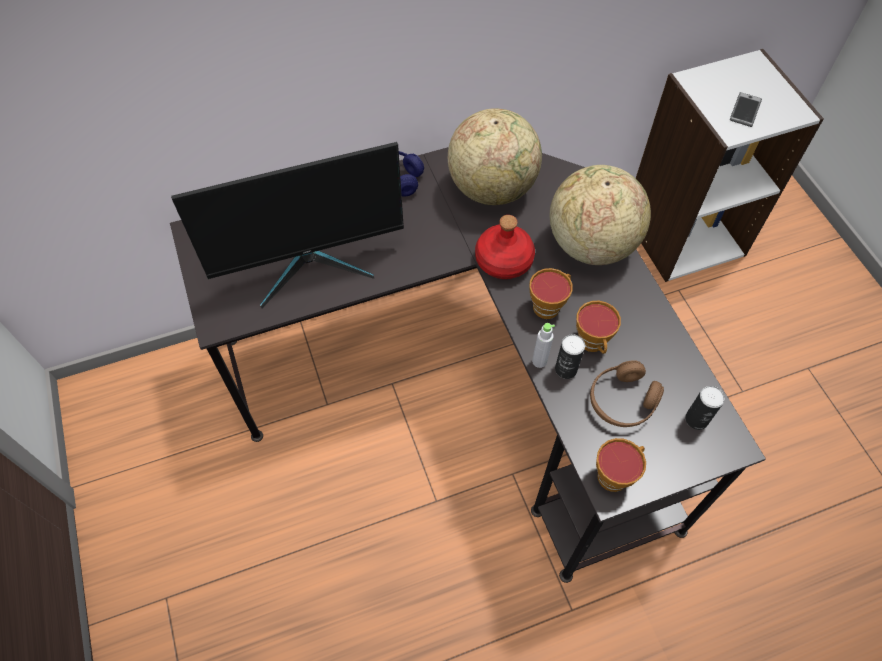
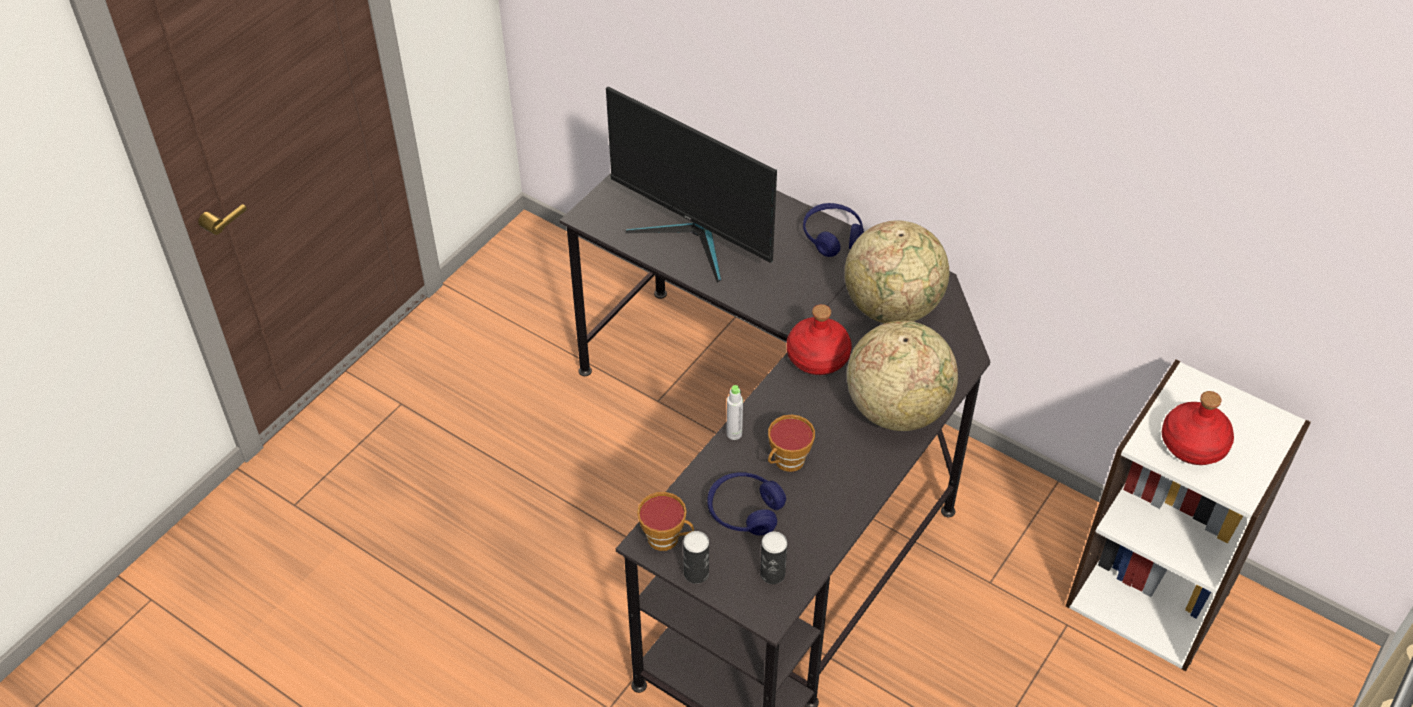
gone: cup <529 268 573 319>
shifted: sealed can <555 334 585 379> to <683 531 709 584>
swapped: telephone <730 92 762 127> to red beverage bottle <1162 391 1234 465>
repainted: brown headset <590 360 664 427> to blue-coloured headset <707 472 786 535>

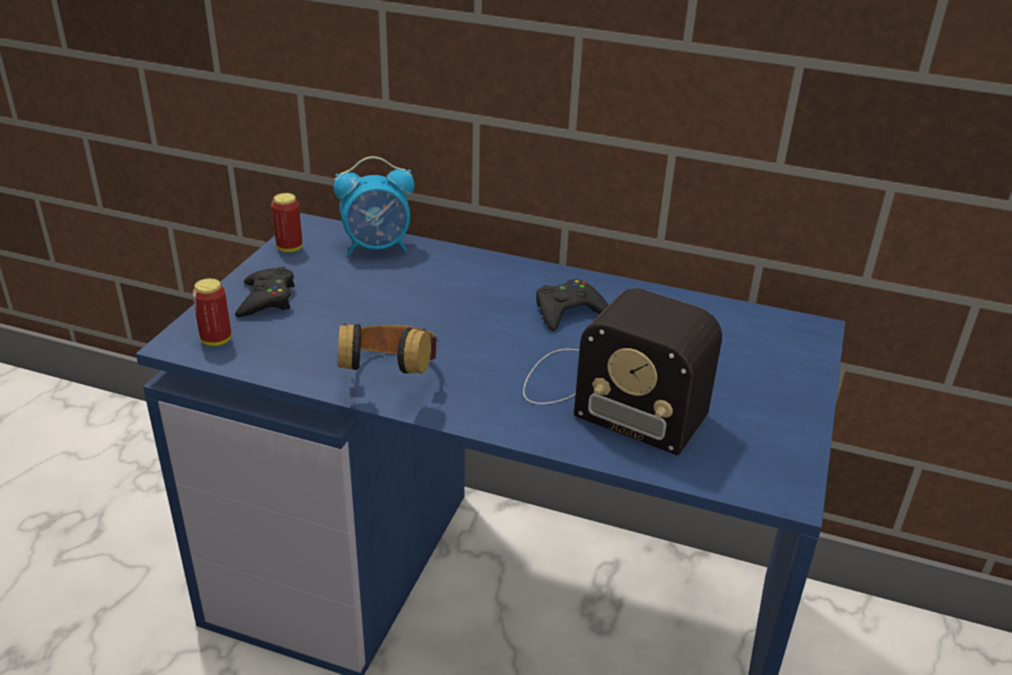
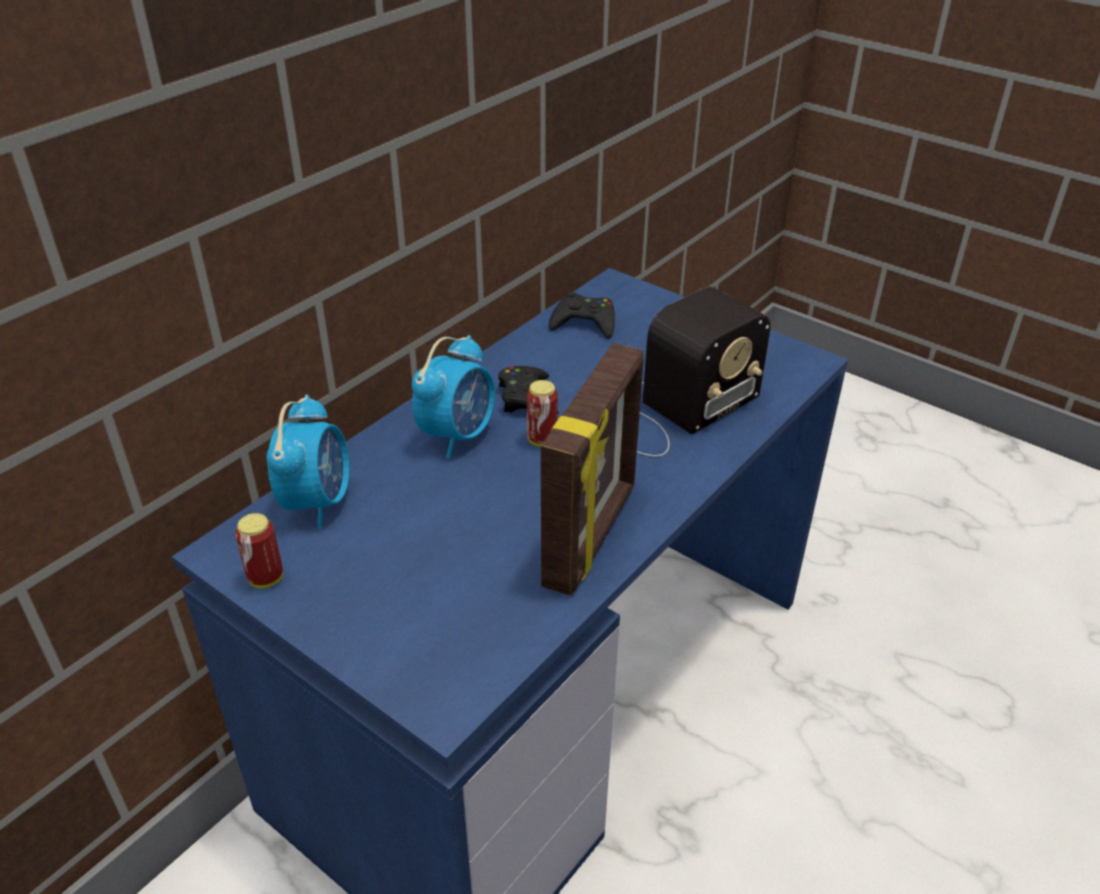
new: alarm clock <412 335 495 458>
shifted: sealed can <192 278 231 346> to <527 380 558 447>; black game controller <235 266 295 317> to <549 292 615 339>
swapped: headset <338 323 439 374> to standing frame <541 343 644 596>

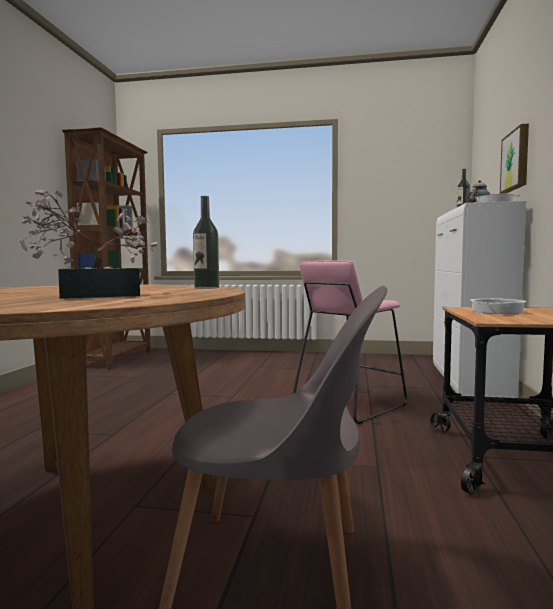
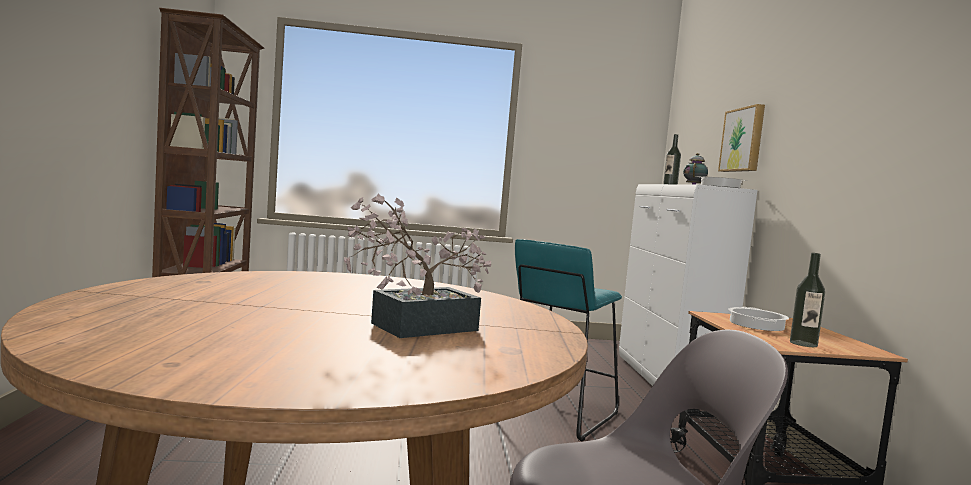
shifted: beverage bottle <193 196 219 289> to <790 253 825 347>
repainted: pink sitting stool <293 260 407 424> to turquoise-coloured sitting stool <515 239 622 442>

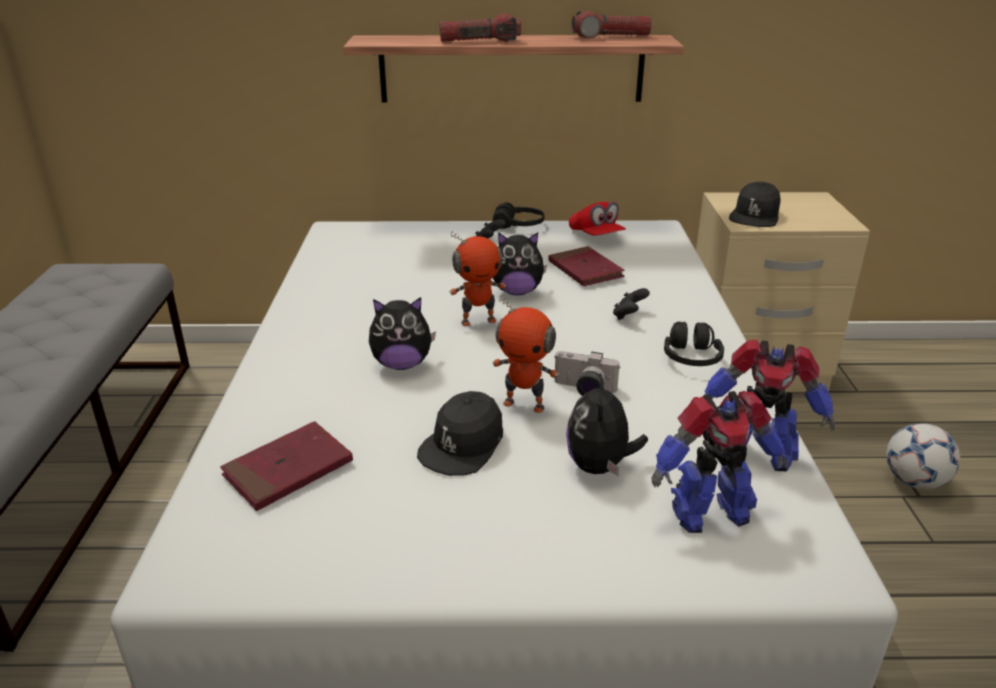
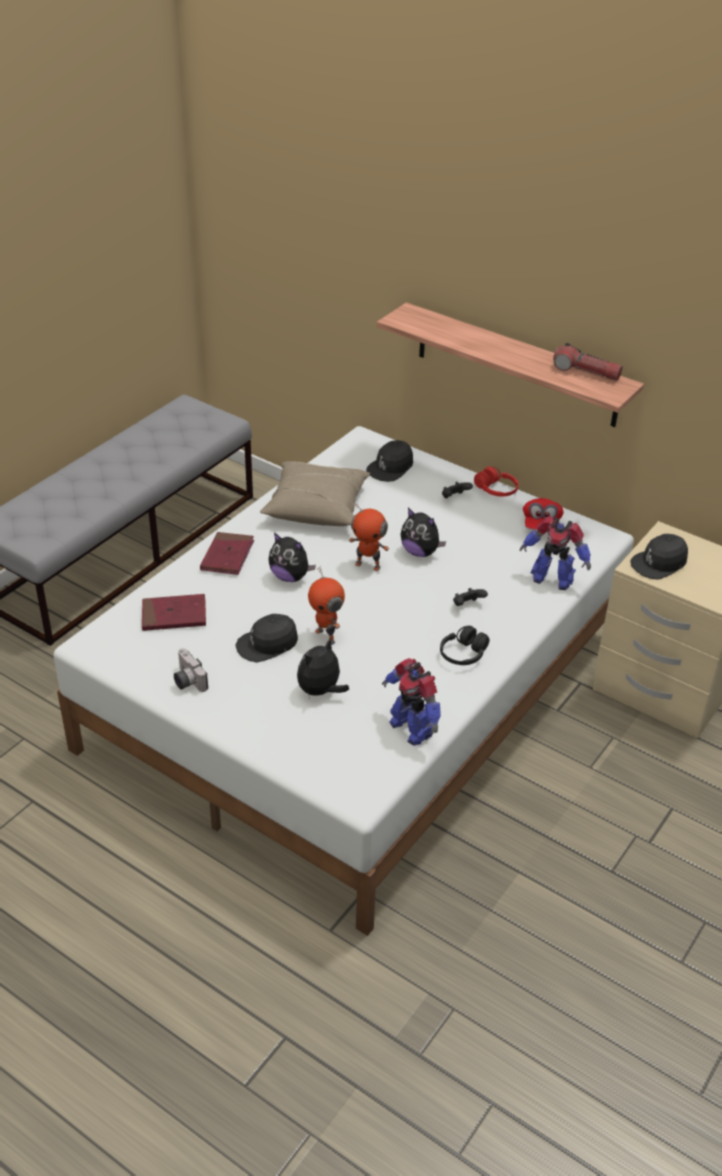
gone: torch <439 13 521 42>; ball for football <886 423 960 489>
new: sand-coloured pillow <260 461 370 526>; black baseball cap <366 440 413 482>
shifted: still camera <554 351 620 396> to <174 648 208 692>; red book <548 246 625 286> to <200 532 254 575>; robot figure <652 391 789 533> to <520 516 591 590>
repainted: black headset <493 203 545 229> to red headset <474 466 519 496>

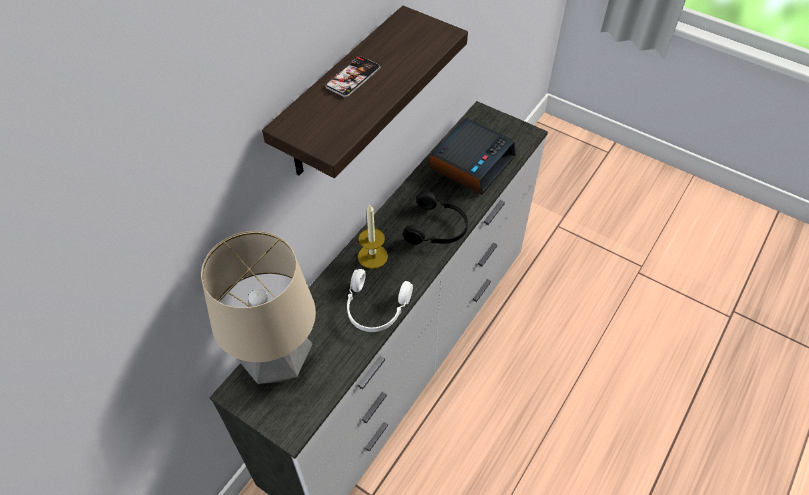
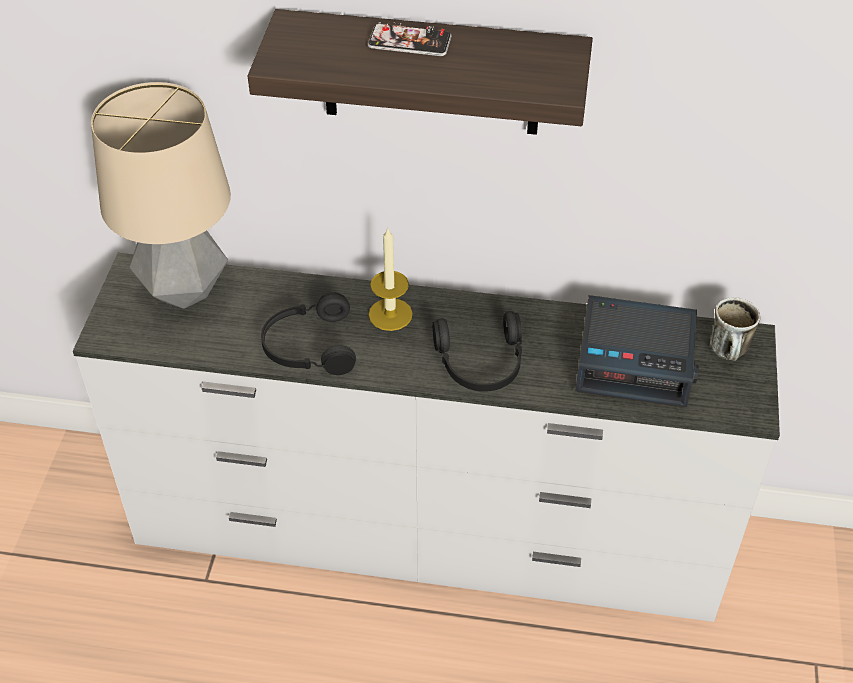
new: coffee mug <710 297 761 361>
repainted: white headset <347 269 413 332> to black headset <261 293 356 375>

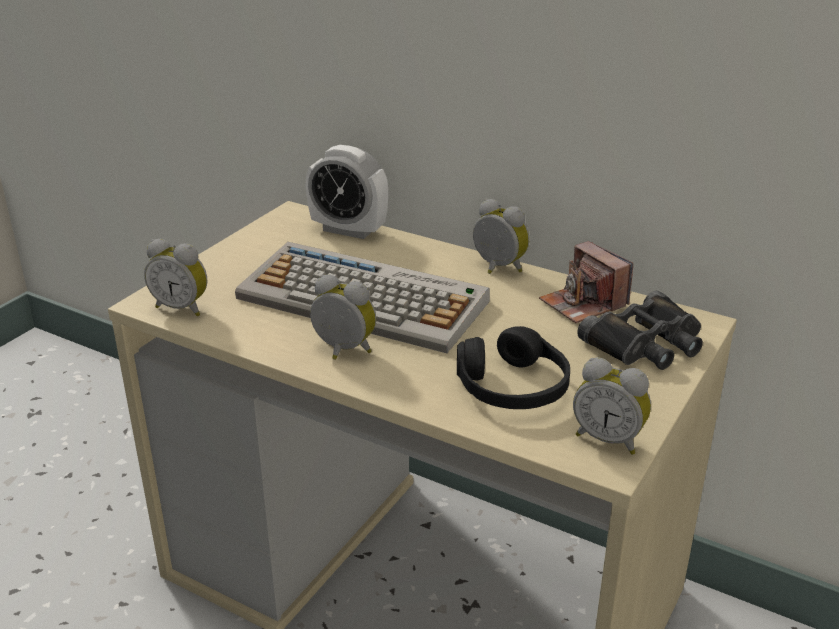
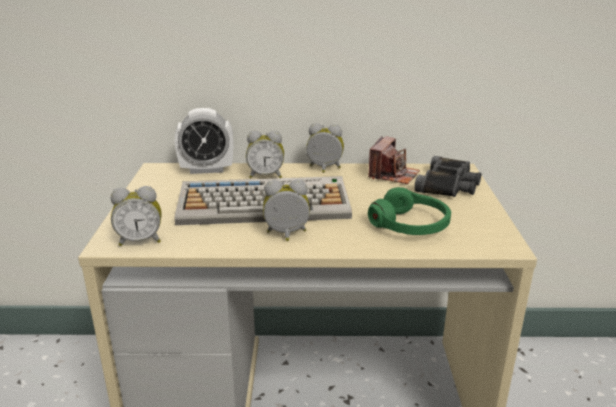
shifted: alarm clock <573 357 651 455> to <246 131 284 178>
repainted: black headset <457 326 570 409> to greenish headset <368 187 451 235>
rotated: still camera <539 241 633 323> = <368 136 420 184> 90 degrees counterclockwise

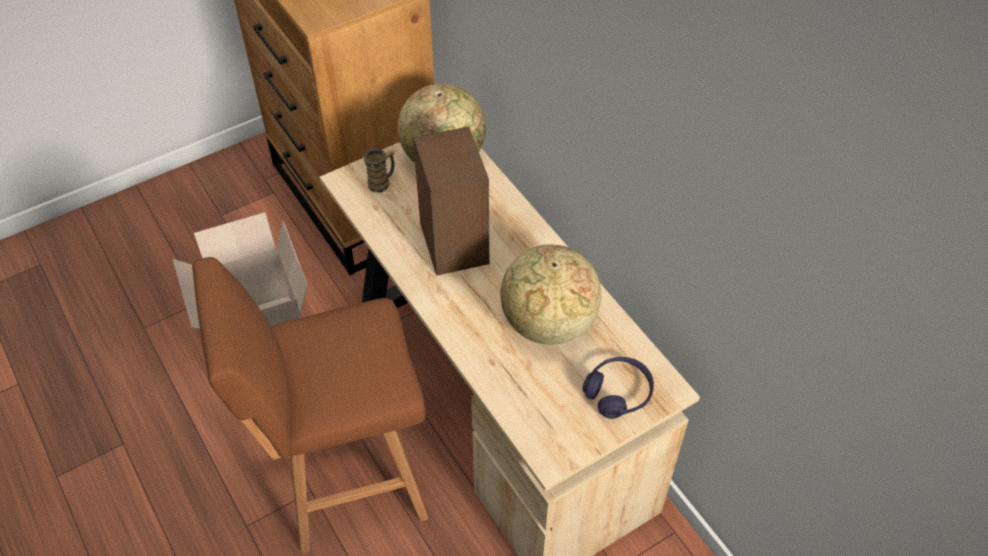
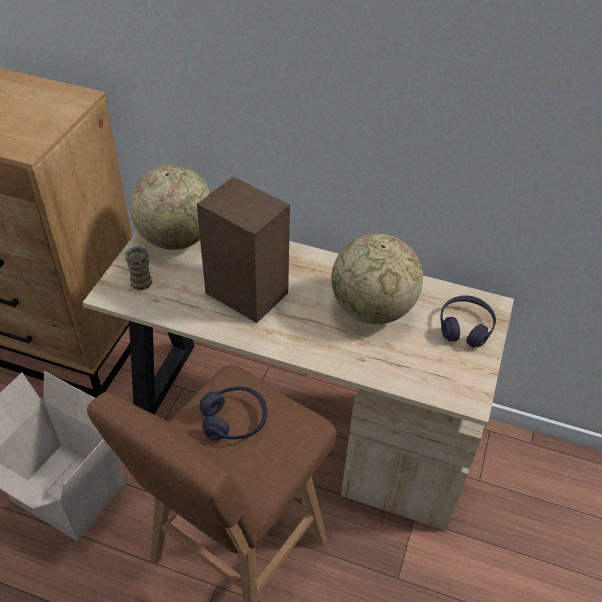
new: purple headset <200 386 267 440>

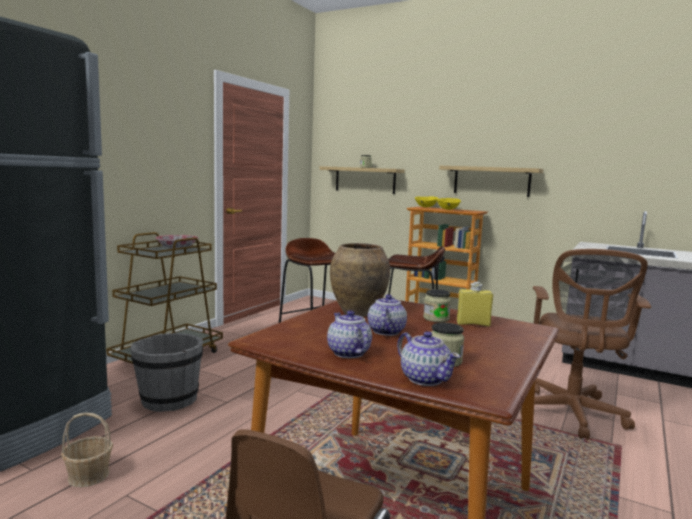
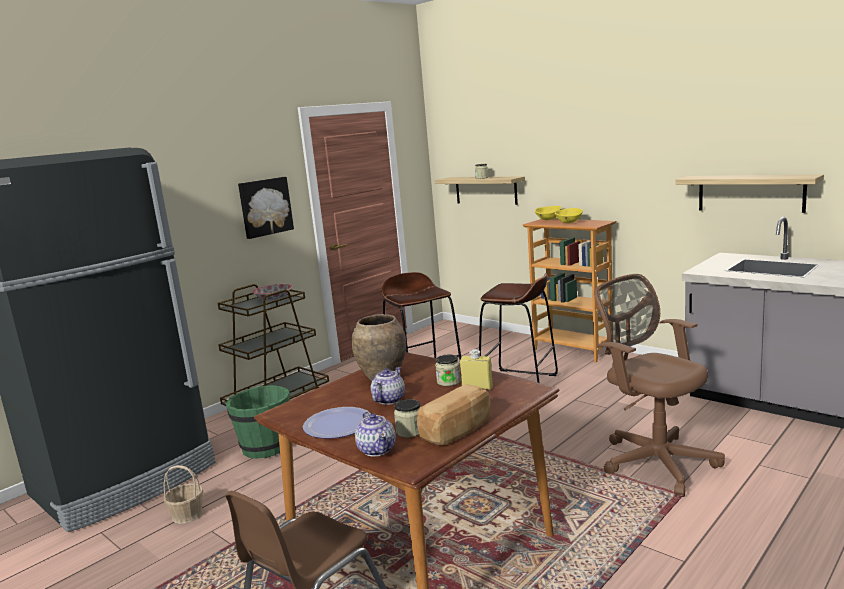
new: wall picture <238 177 294 239>; bakery bread <417 384 491 445>
shifted: bracket shelf <439 166 543 197> to <676 175 824 213>
swapped: pot for tea <327 310 372 358> to flat dish <303 407 371 439>
repainted: grey pail <130 333 203 412> to greenish pail <226 385 290 459>
rotated: brown office chair <521 249 651 440> = <594 274 725 497> 120 degrees clockwise

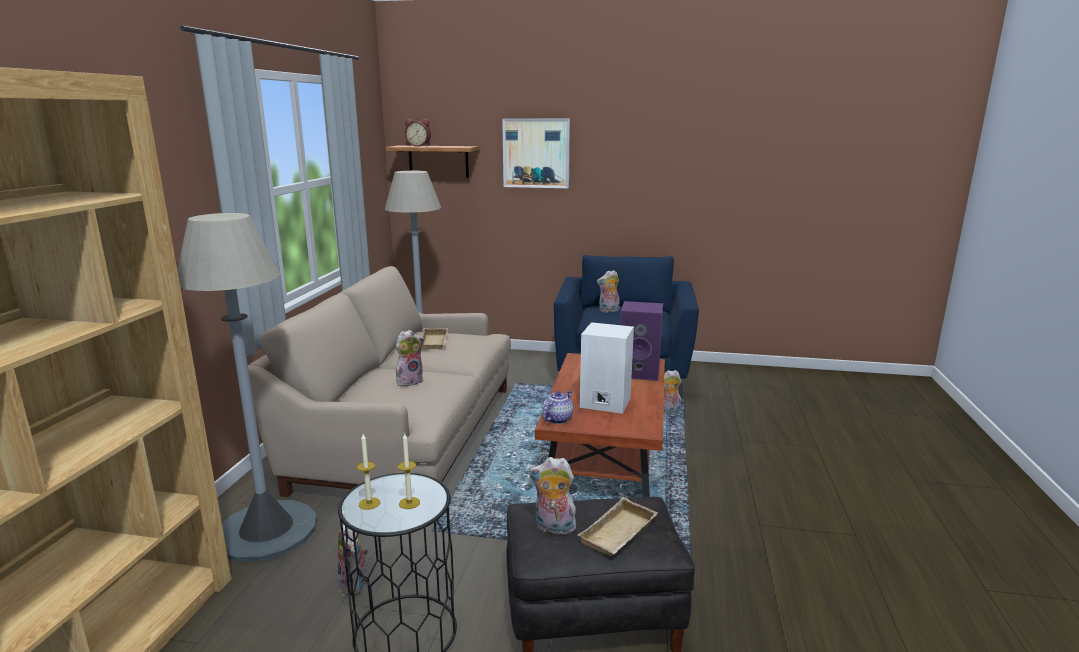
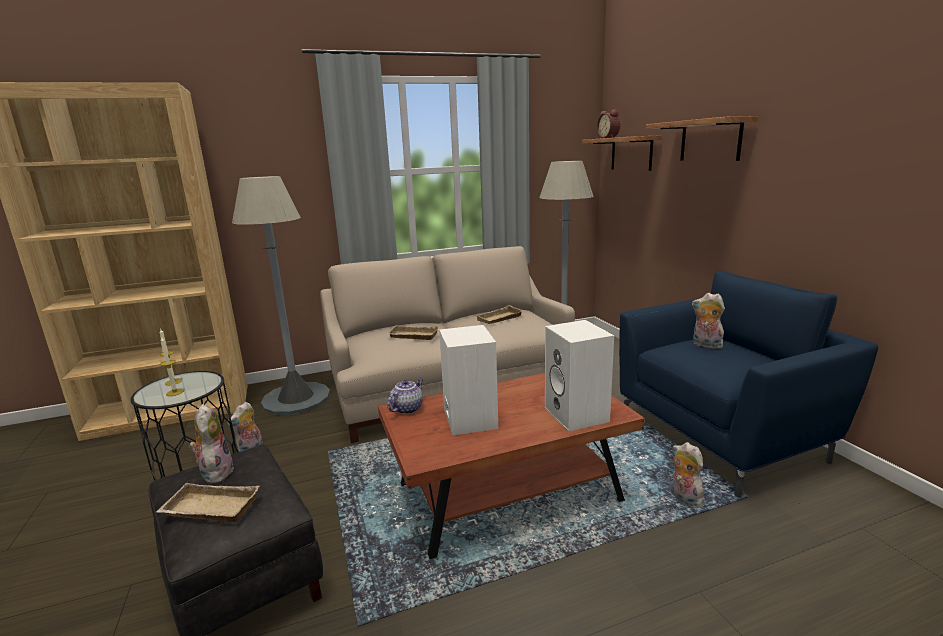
swapped: cuddly toy <396 330 424 386> to sand-coloured carrying tray <387 325 439 340>; wall picture <502 118 570 188> to bracket shelf <646 116 758 161>
repainted: purple loudspeaker <620 301 663 381> to white loudspeaker <545 320 614 431>
rotated: pot for tea <542 390 573 424> = <387 378 423 414> 60 degrees counterclockwise

